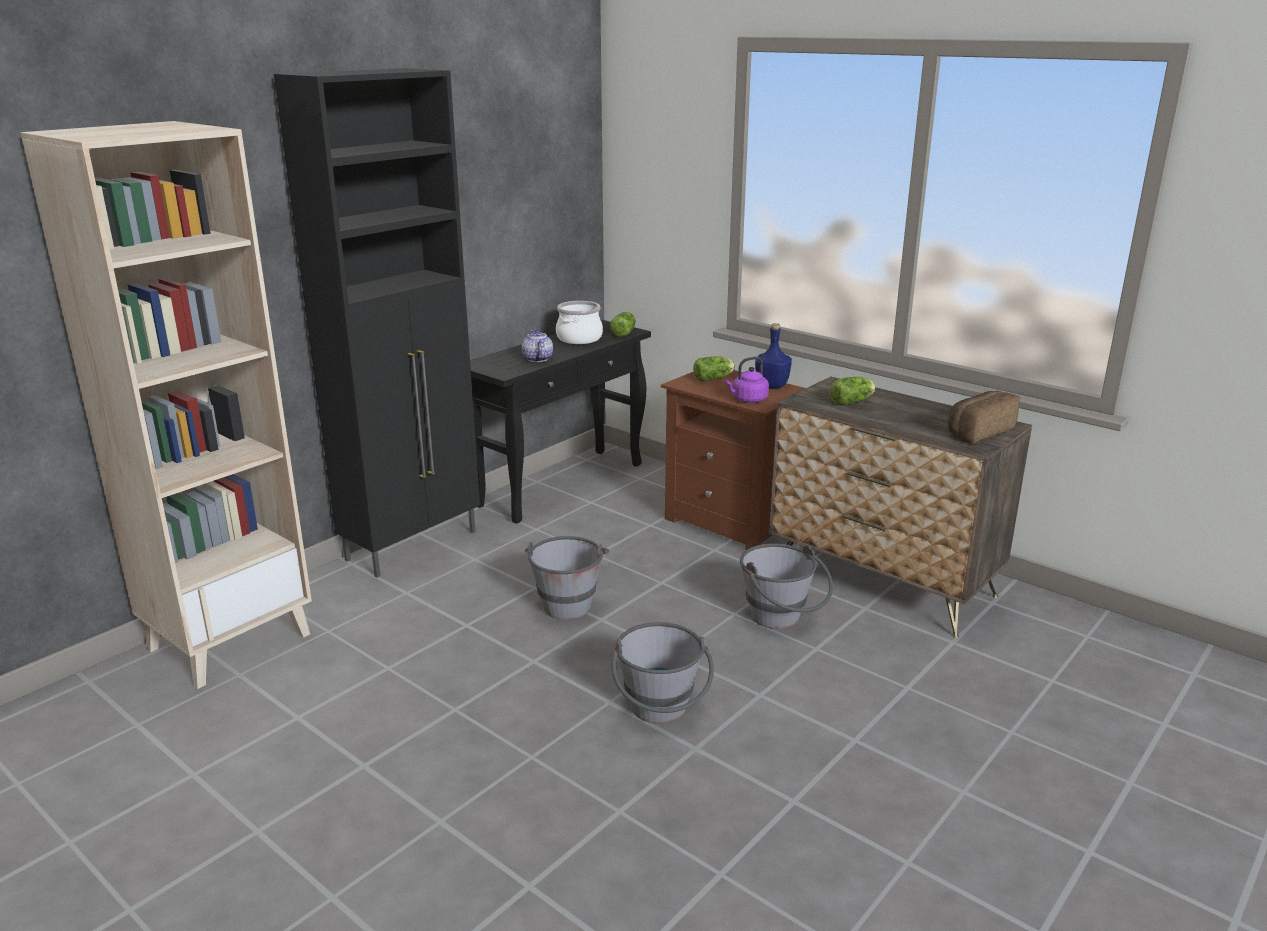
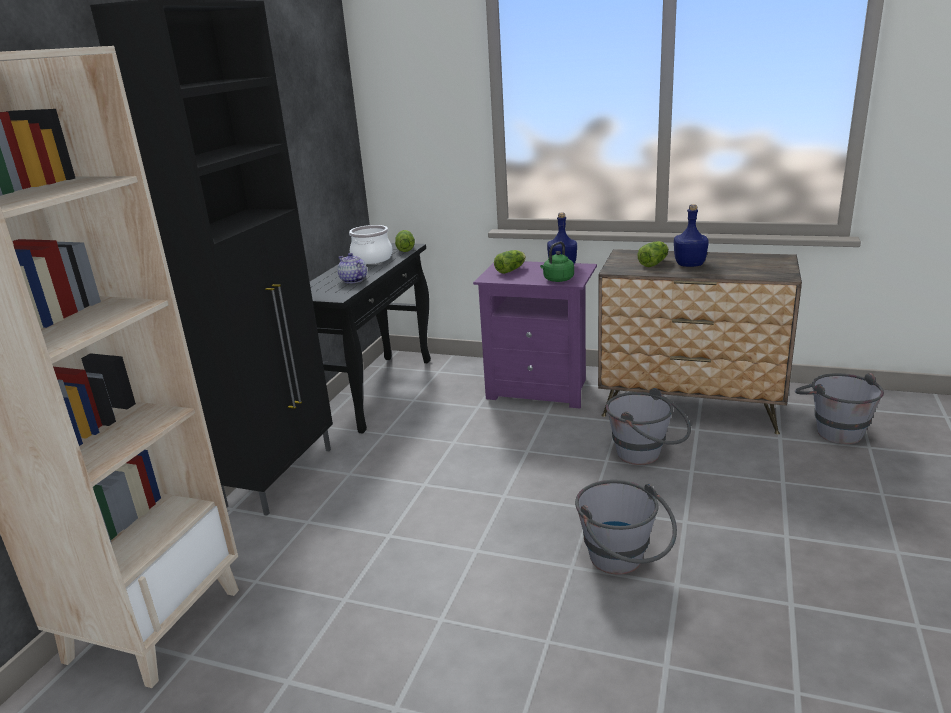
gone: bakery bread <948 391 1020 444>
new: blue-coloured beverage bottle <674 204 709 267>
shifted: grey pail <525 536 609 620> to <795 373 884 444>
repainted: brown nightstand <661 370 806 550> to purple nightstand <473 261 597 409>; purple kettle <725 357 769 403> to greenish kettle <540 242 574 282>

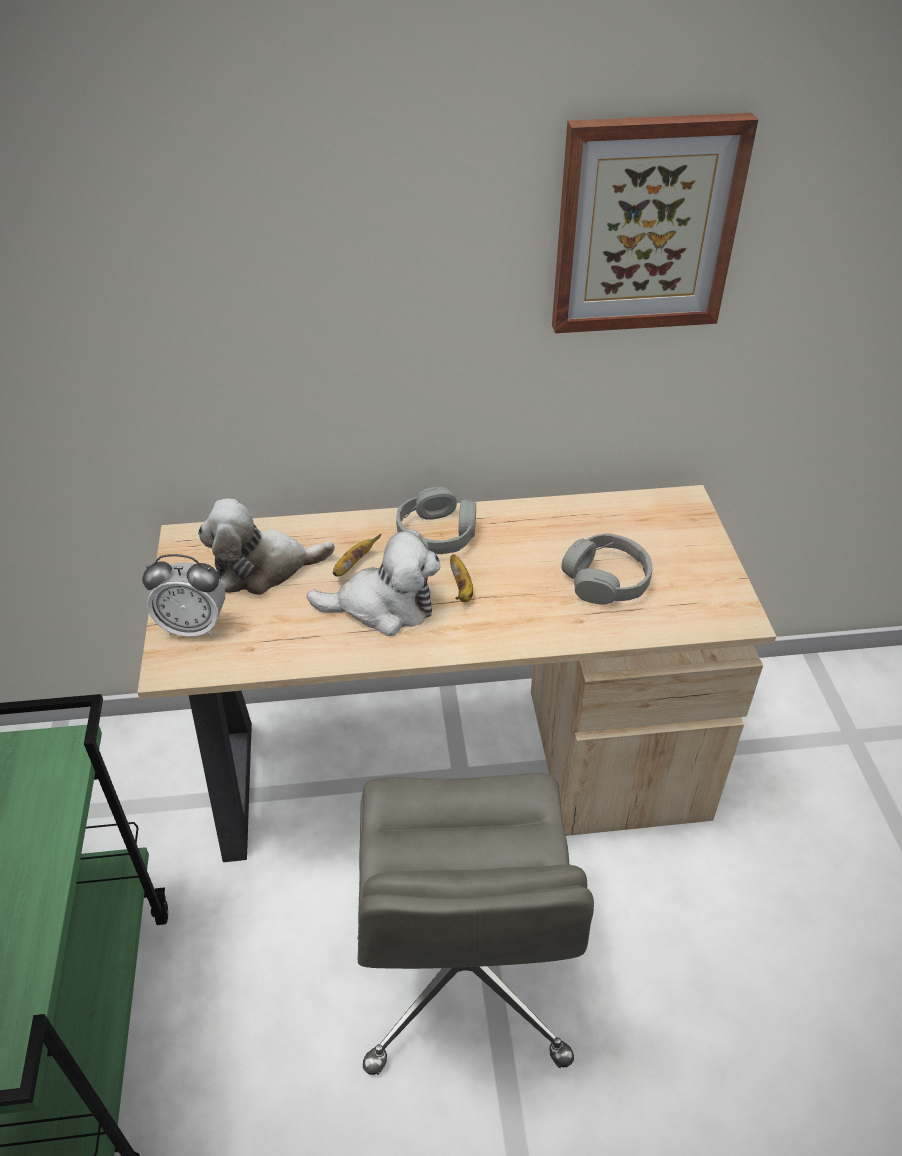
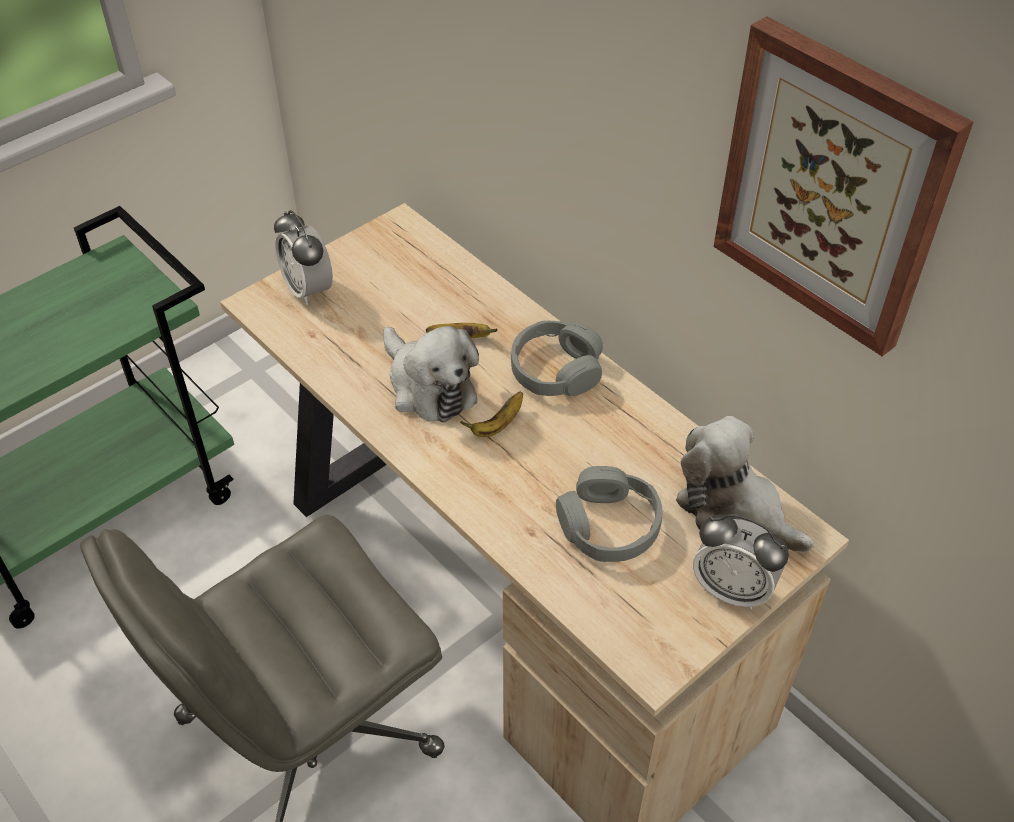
new: alarm clock <693 514 789 610>
shifted: cuddly toy <198 499 335 595> to <676 416 814 552>

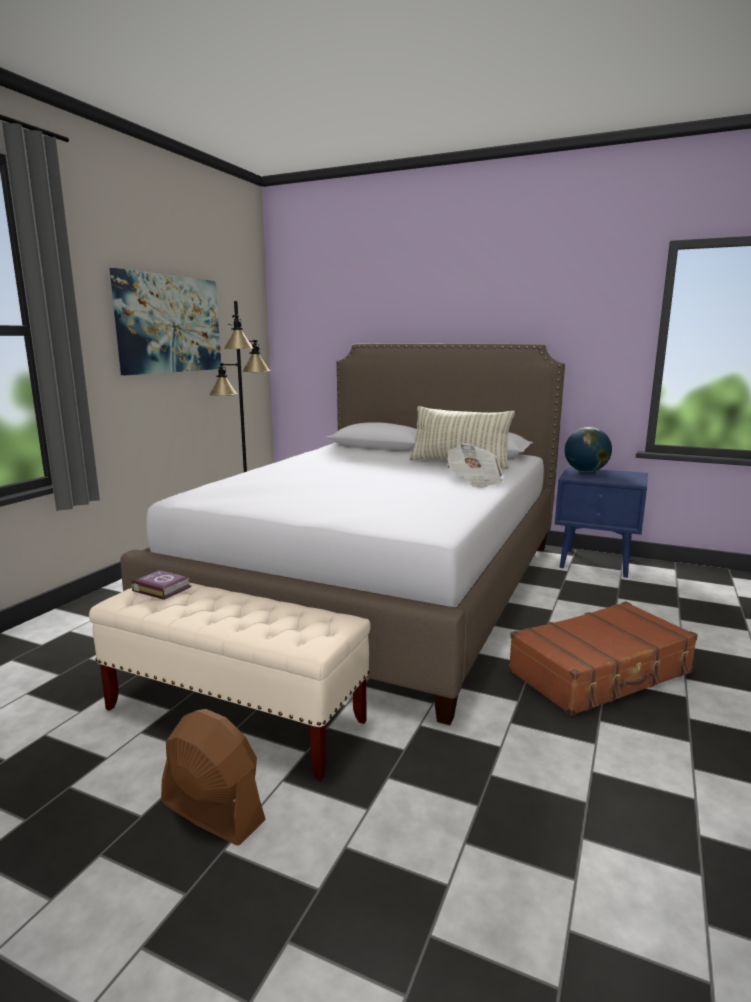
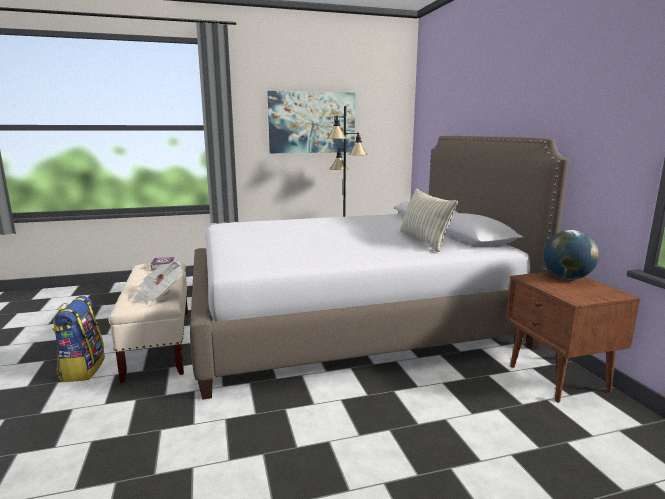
gone: brown suitcase <508 601 698 716>
shifted: newspaper <447 444 503 488> to <131 262 184 302>
swapped: brown cooling fan <161 709 266 845> to knapsack <52 296 105 382>
repainted: blue-coloured nightstand <555 467 648 578> to brown nightstand <506 272 640 403>

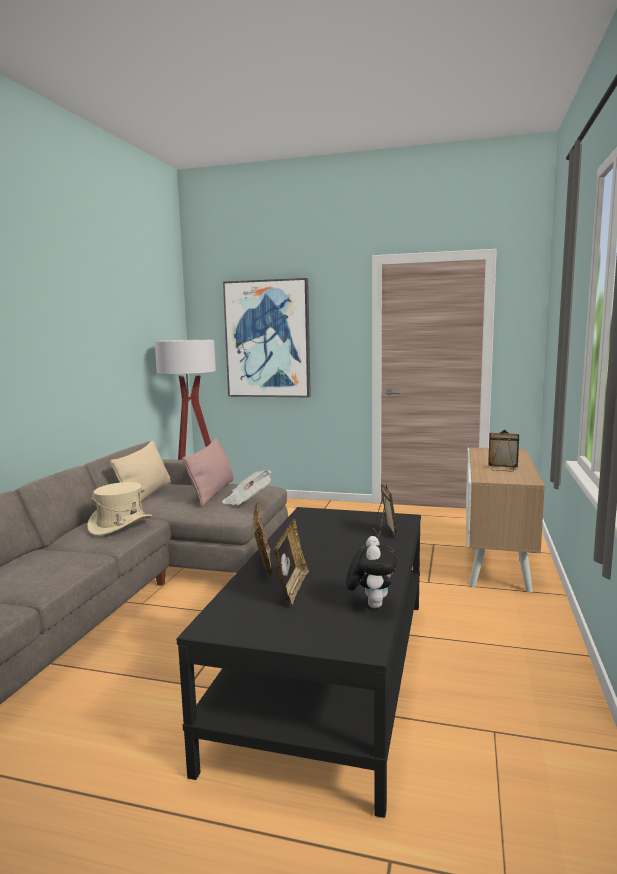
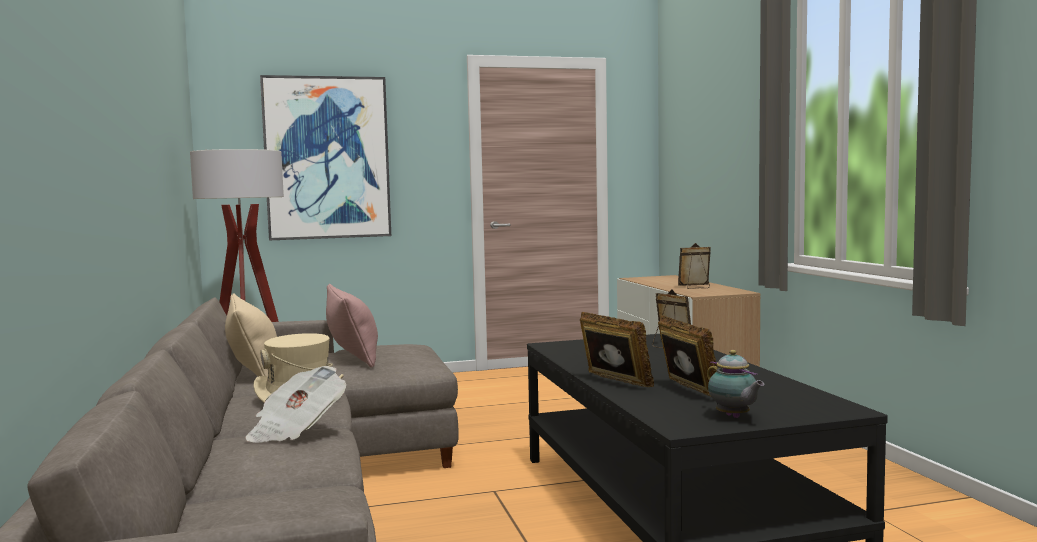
gone: cuddly toy <346 536 397 608>
new: pot for tea <707 350 764 418>
shifted: newspaper <222 470 271 505> to <246 366 346 443>

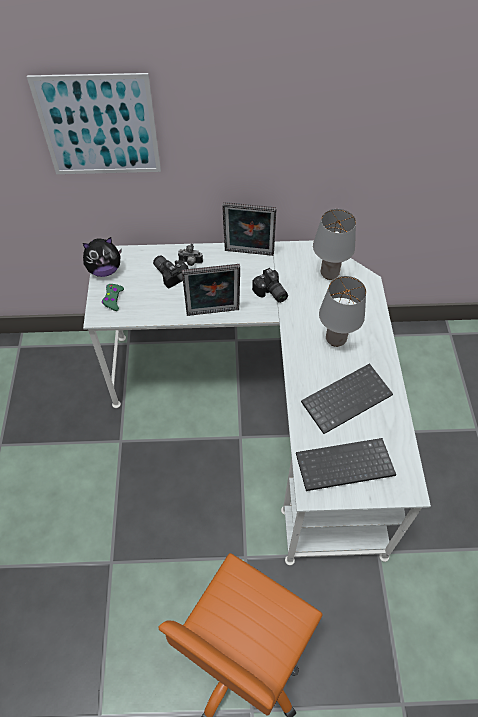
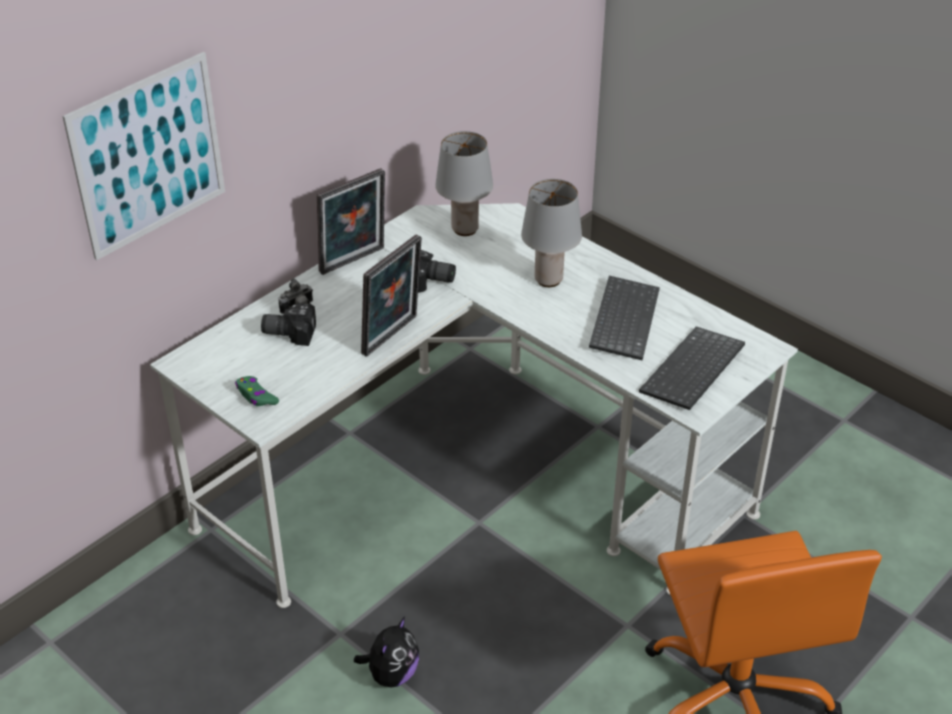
shifted: cuddly toy <83 237 122 277> to <354 616 419 687>

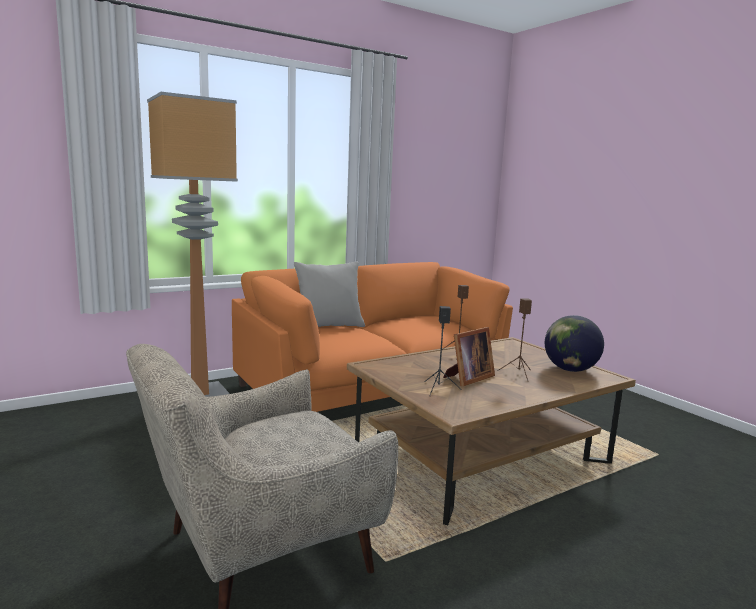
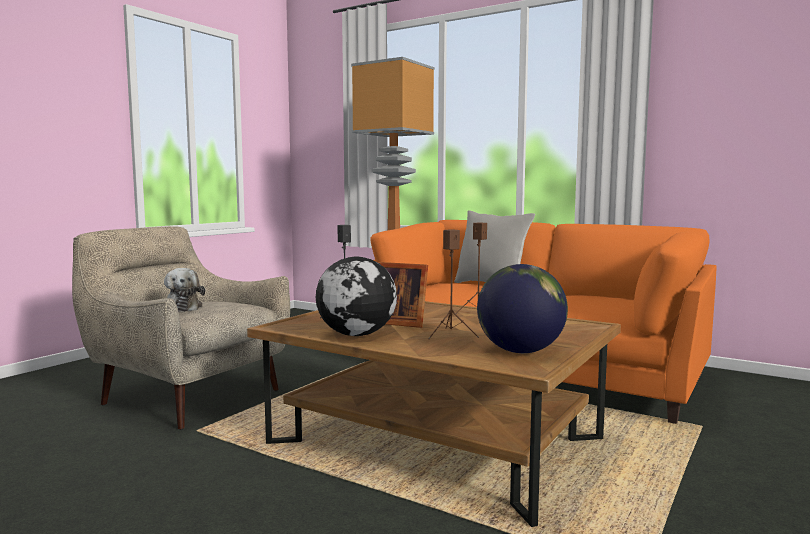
new: cuddly toy <164 268 205 312>; globe <316 256 397 336>

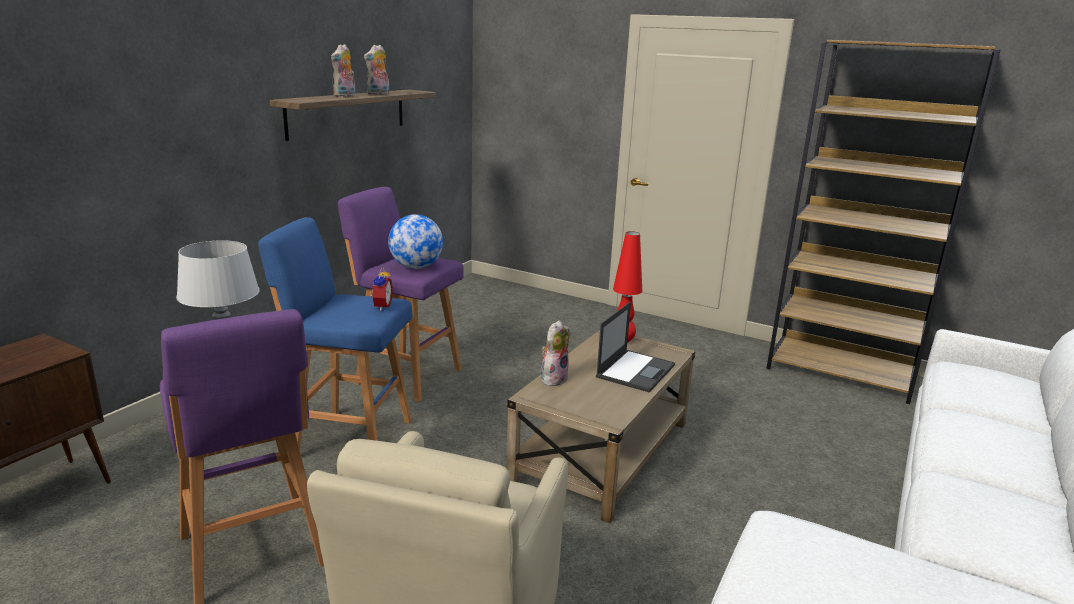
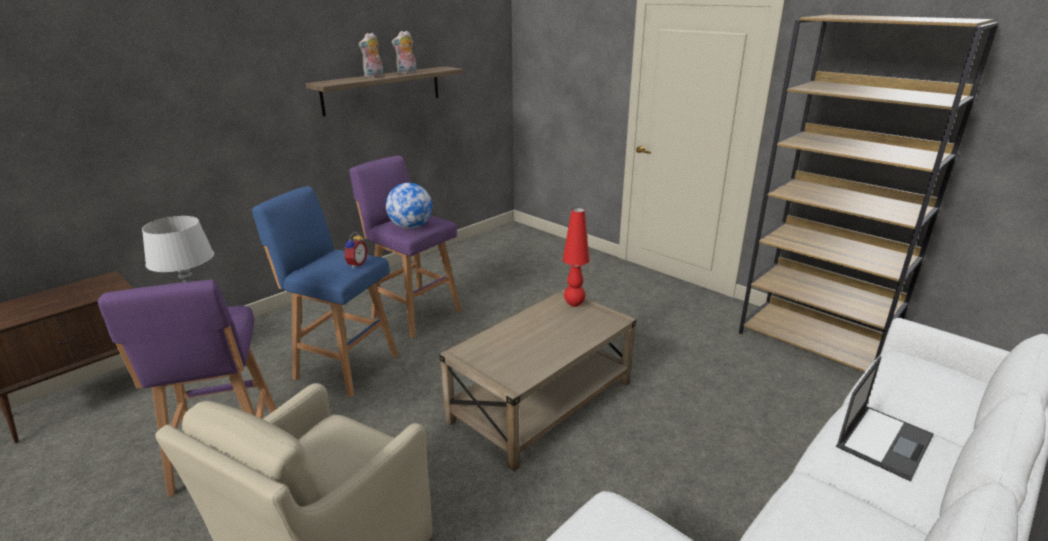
gone: cuddly toy <541 320 569 386>
shifted: notebook computer <596 302 675 393> to <836 356 934 482>

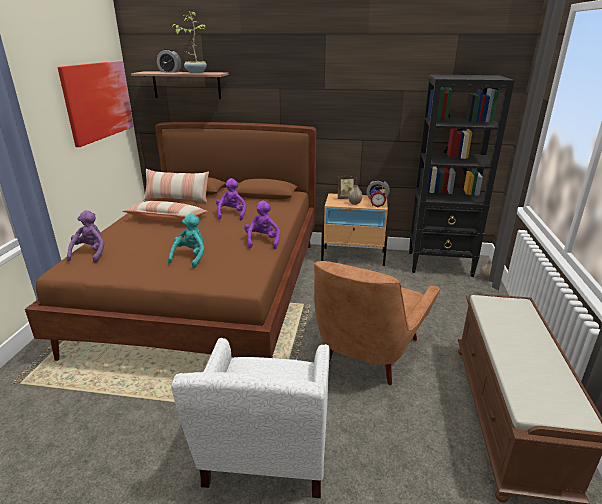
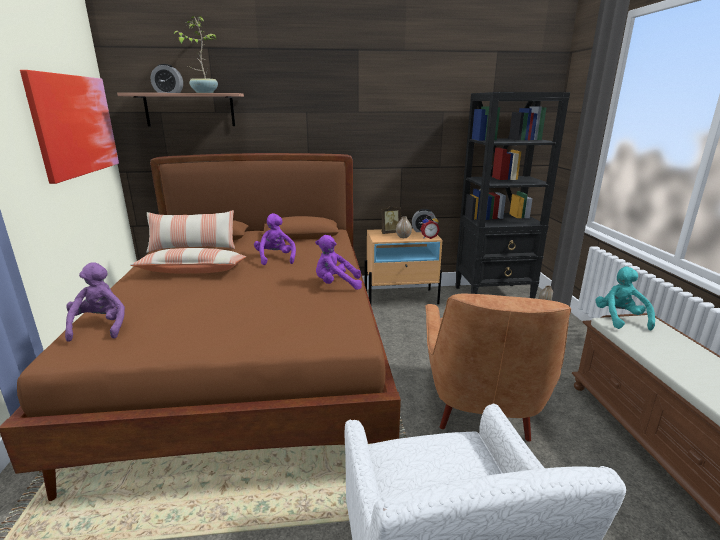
shifted: turquoise-coloured cuddly toy <168 214 205 268> to <596 267 655 330>
rotated: purple cuddly toy <244 201 280 249> = <315 235 362 290> 75 degrees counterclockwise

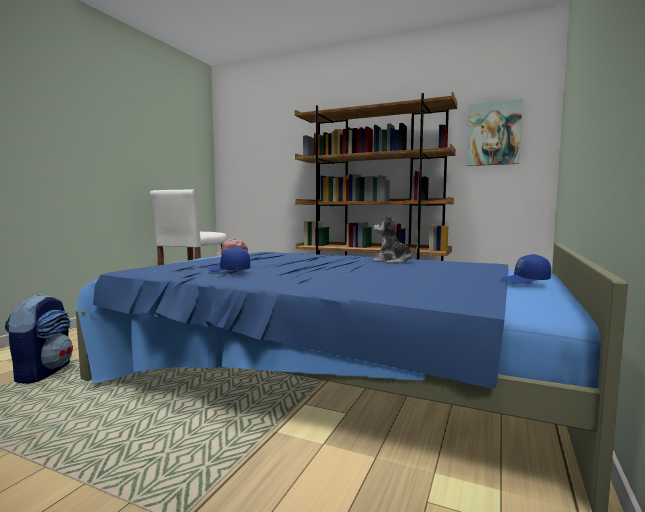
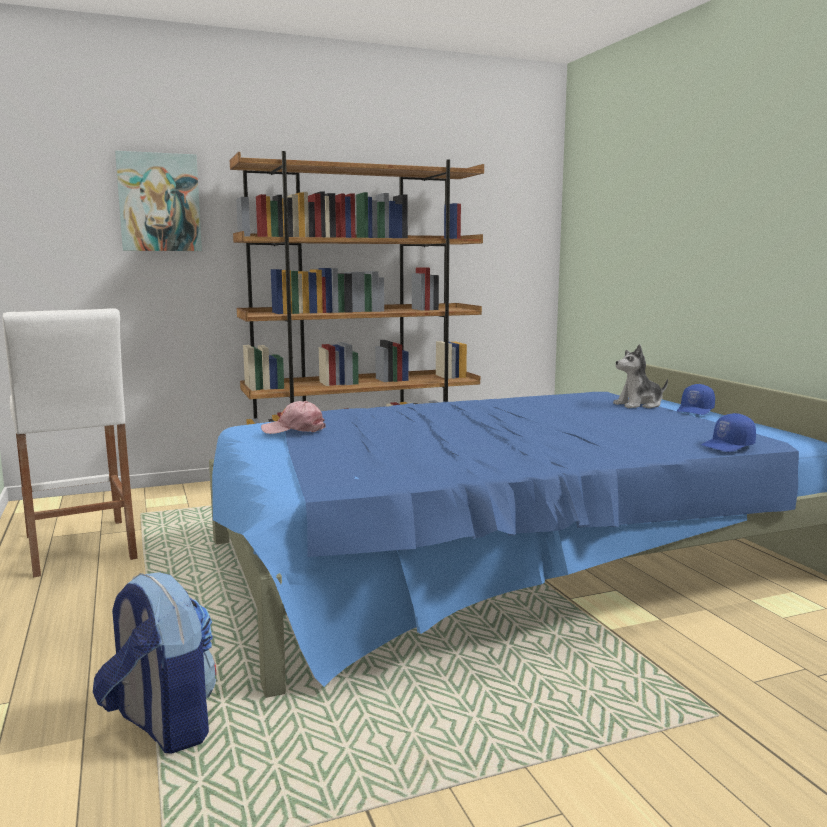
shifted: wall picture <466 99 523 166> to <115 151 202 251>; cuddly toy <373 213 418 263> to <613 344 668 408>; blue-coloured baseball cap <209 247 250 272> to <701 413 756 452>

